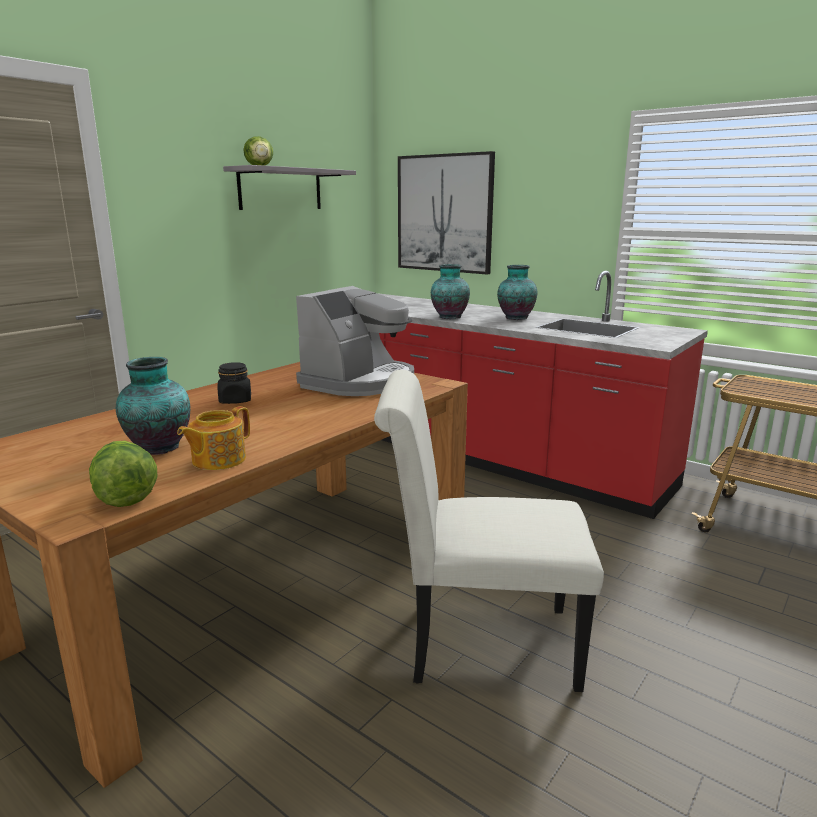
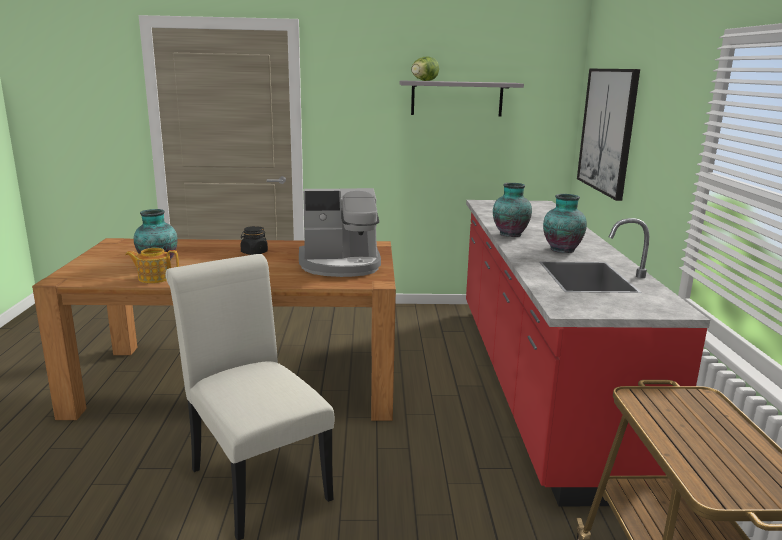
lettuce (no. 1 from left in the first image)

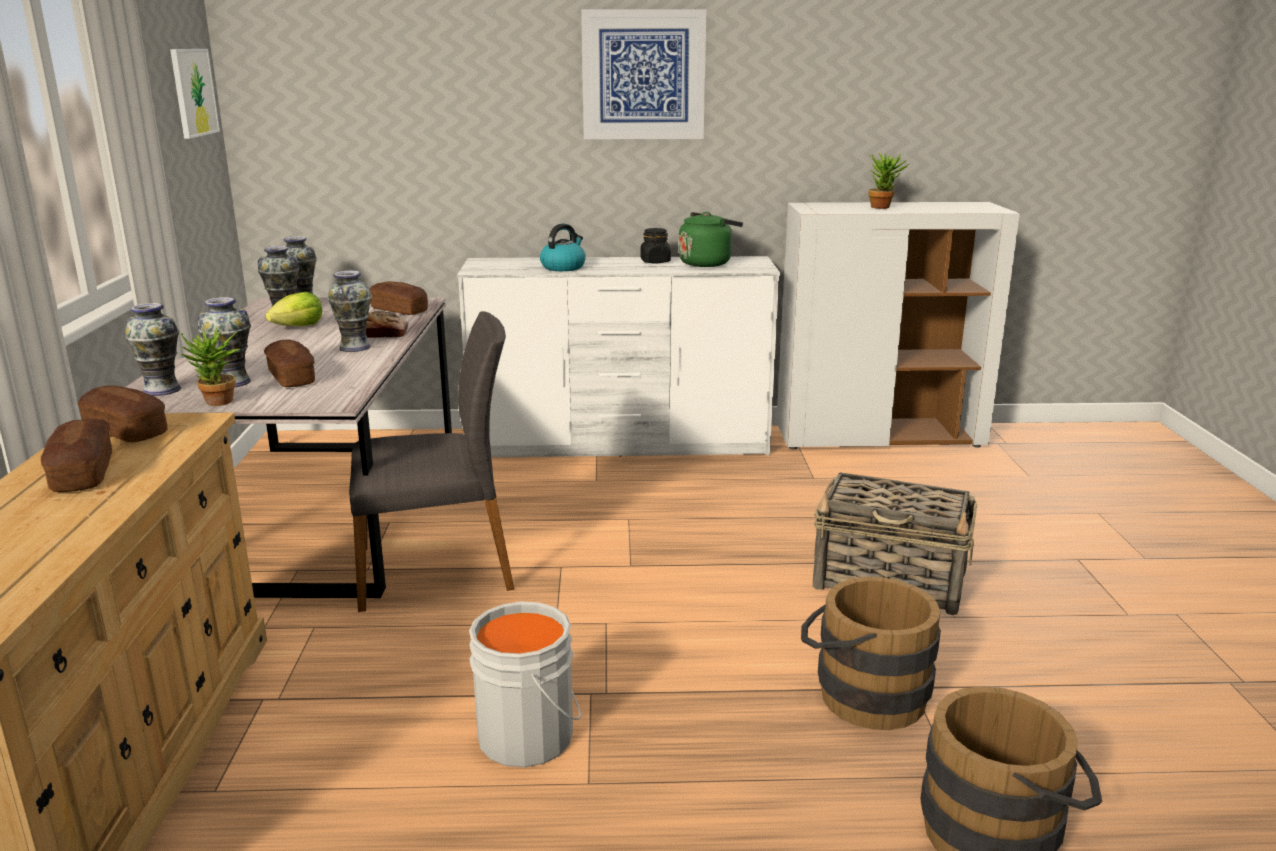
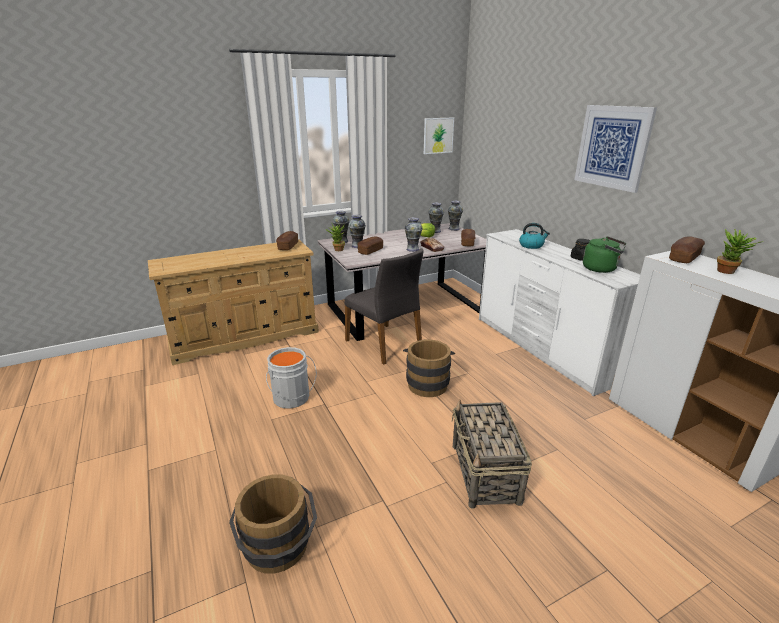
bread (no. 5 from left)
brown bucket (no. 2 from left)

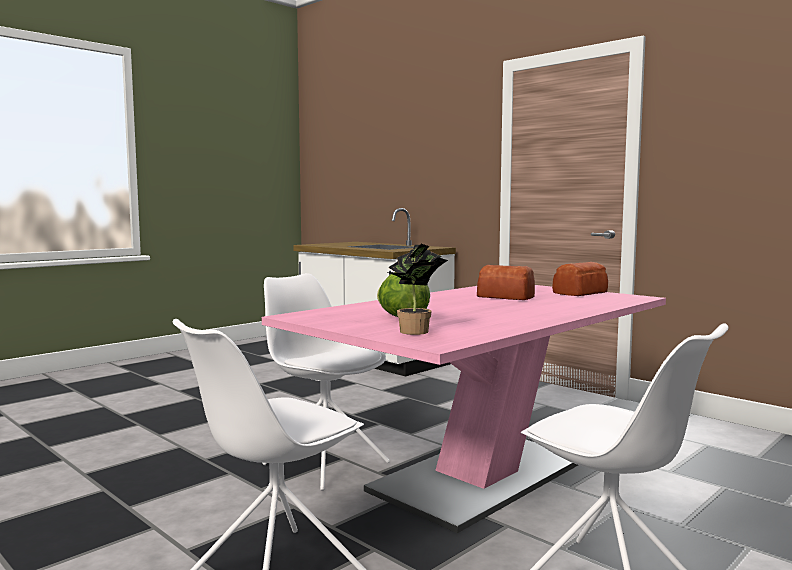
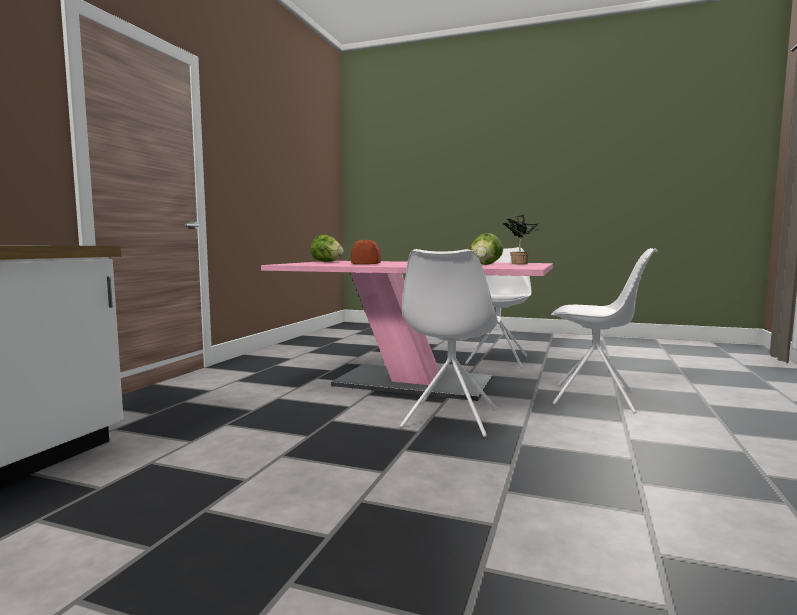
lettuce (no. 1 from left)

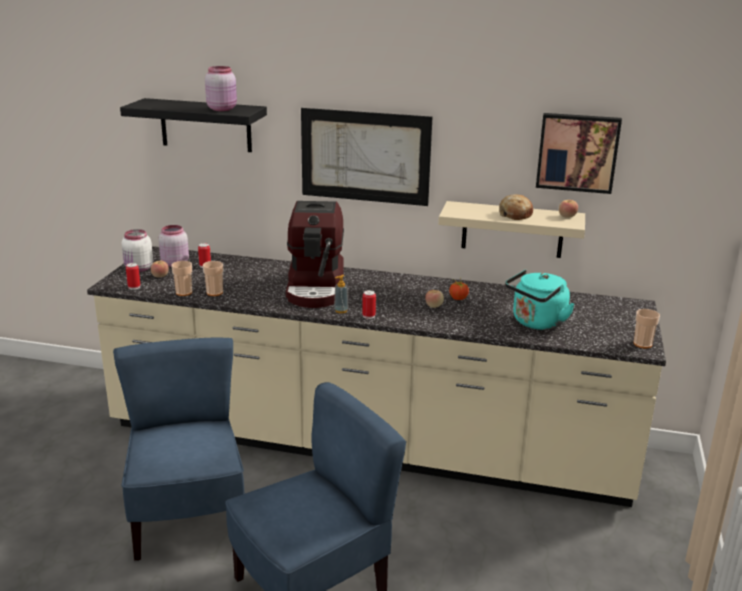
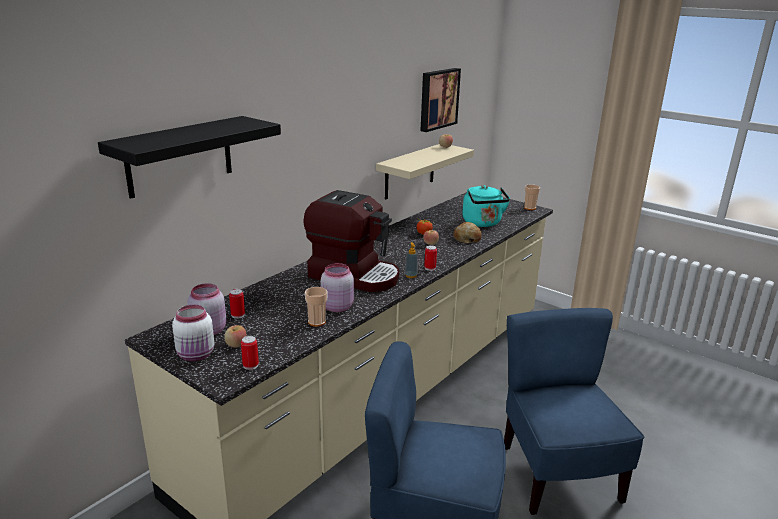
cup (no. 1 from left in the first image)
picture (no. 1 from left in the first image)
pink jar (no. 2 from left)
bread

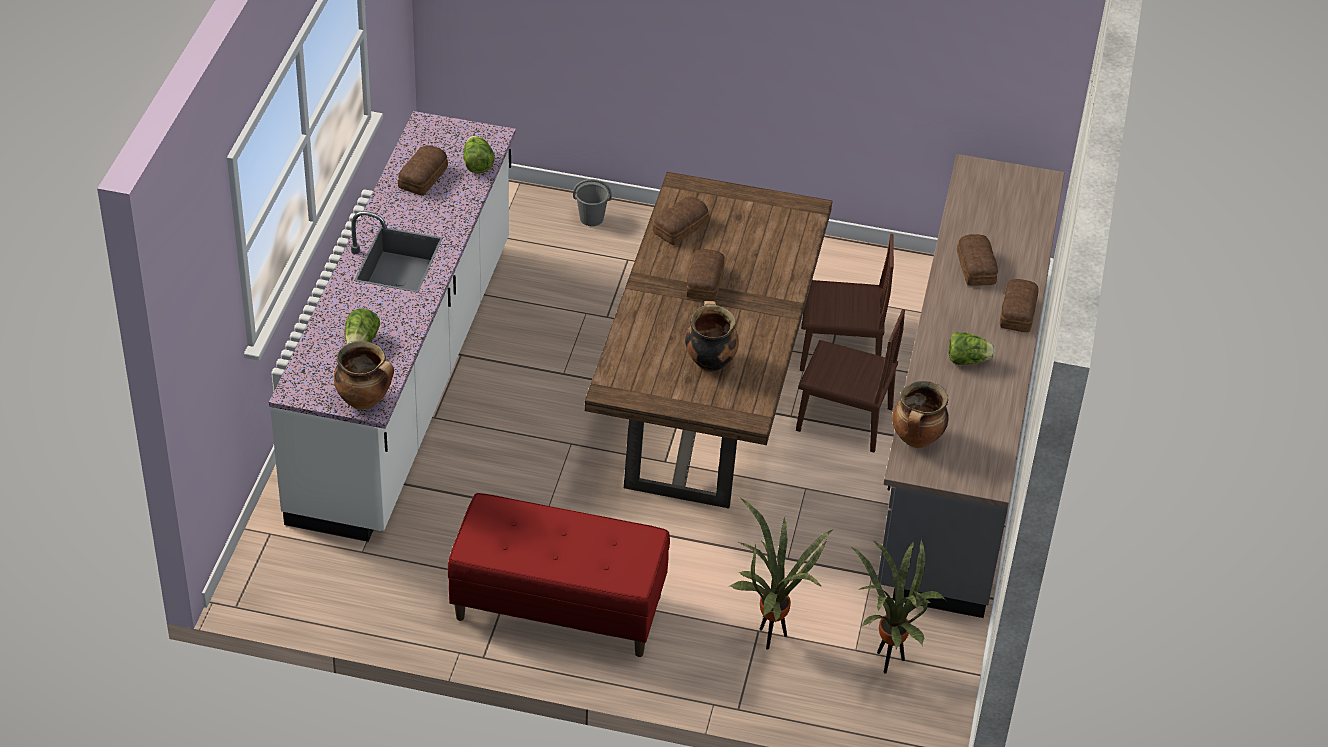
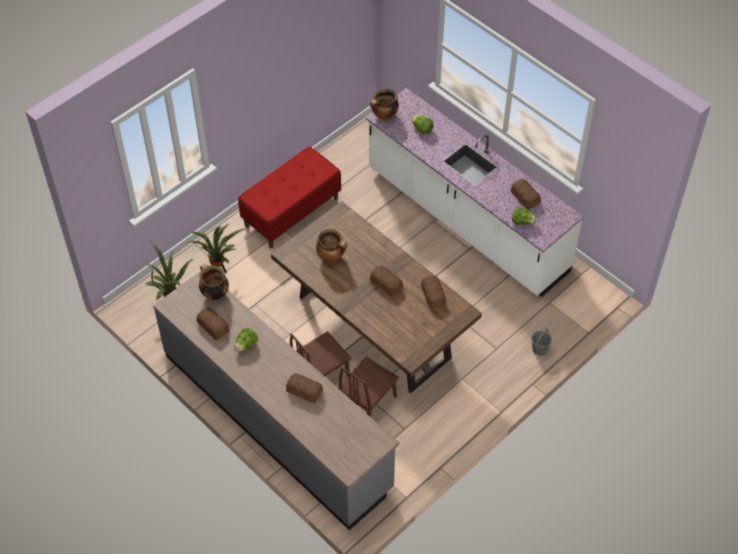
bread (no. 1 from left)

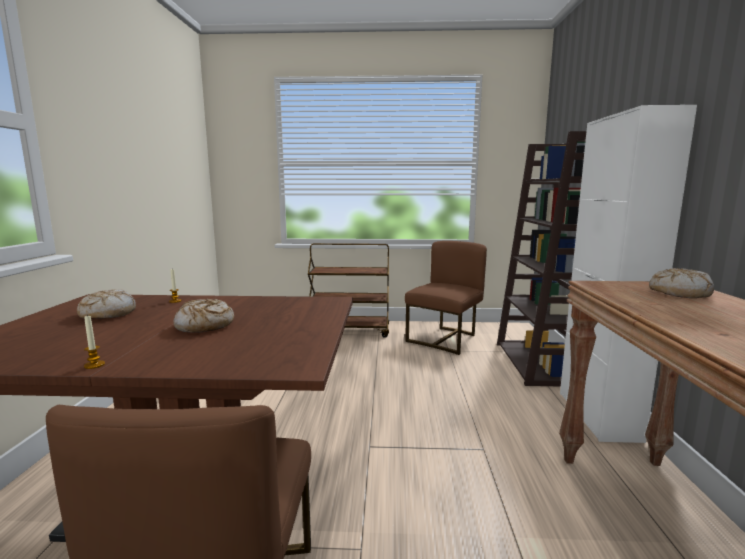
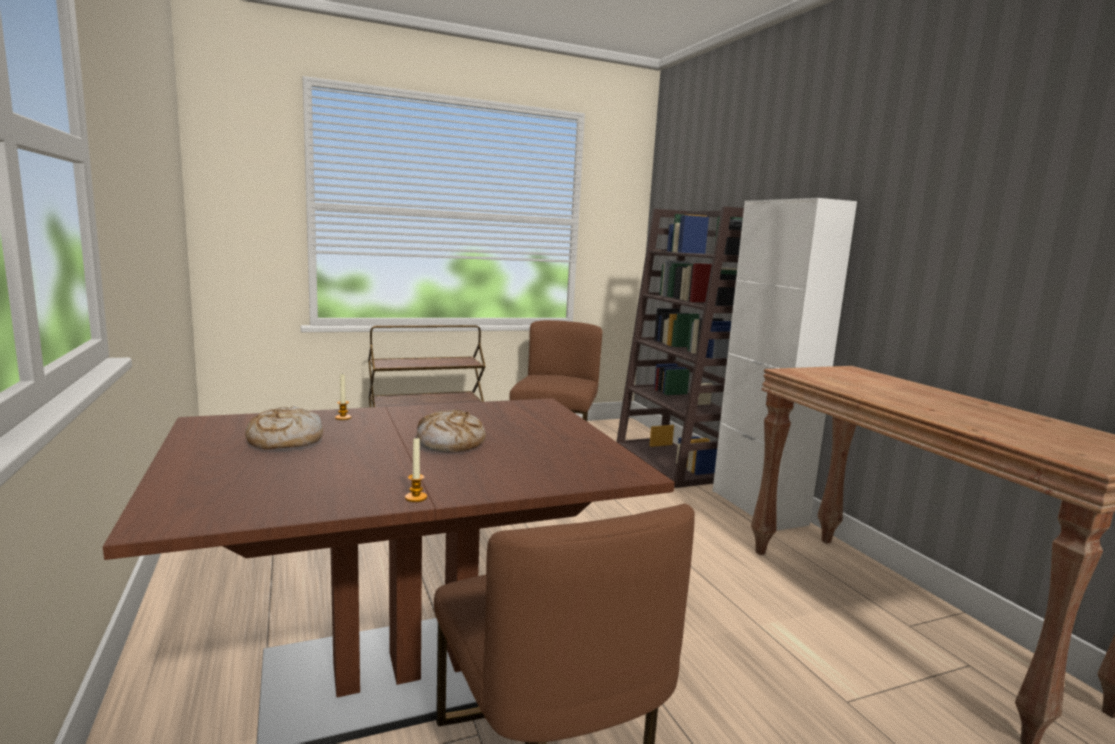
bread (no. 3 from left in the first image)

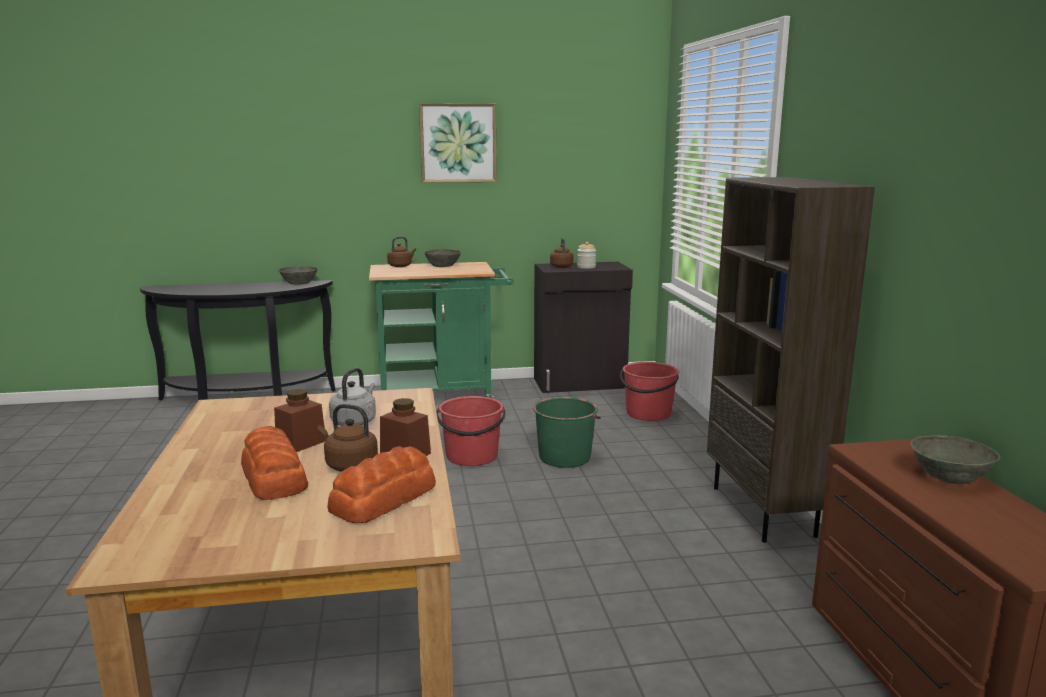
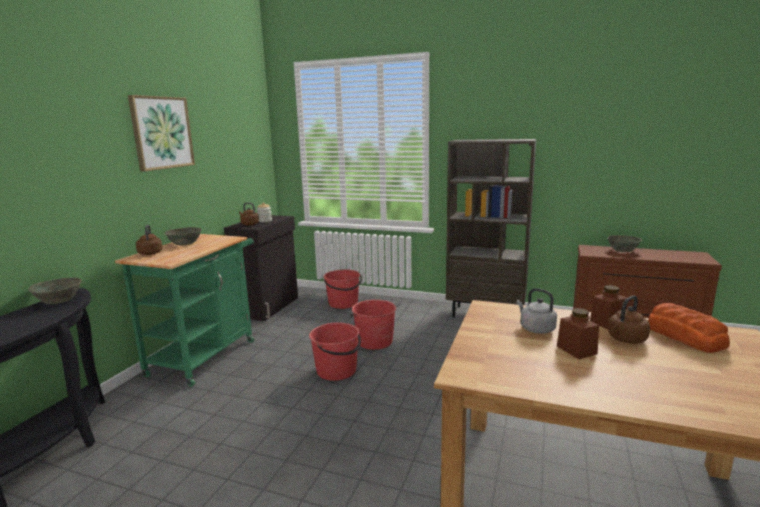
bread (no. 1 from left in the first image)
red bucket (no. 3 from left)

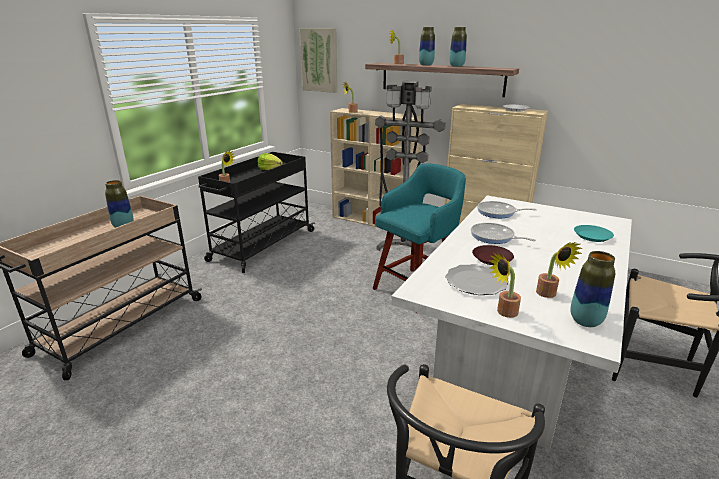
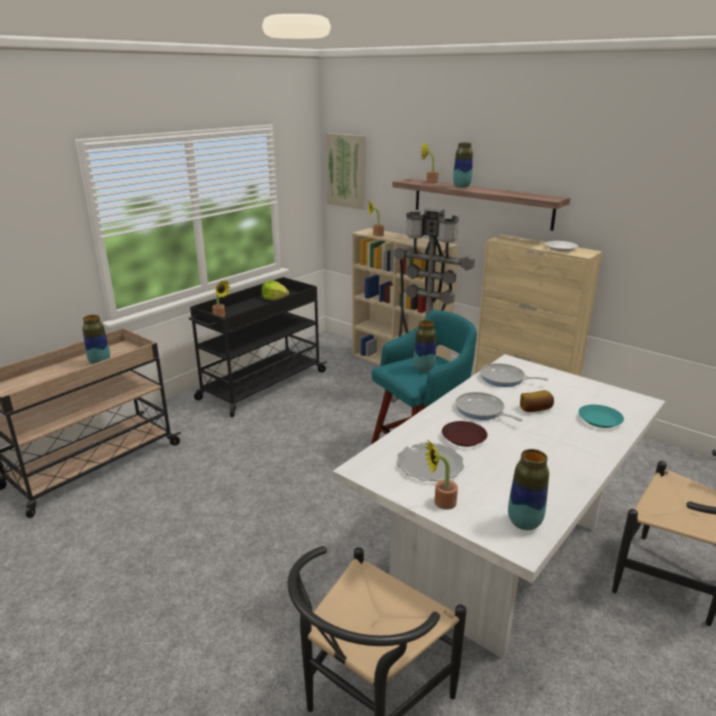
potted plant (no. 5 from left in the first image)
bread
vase (no. 2 from left)

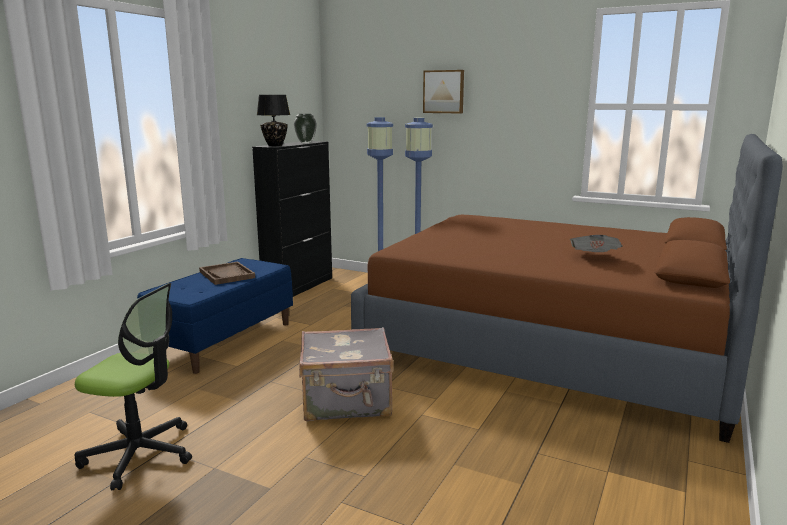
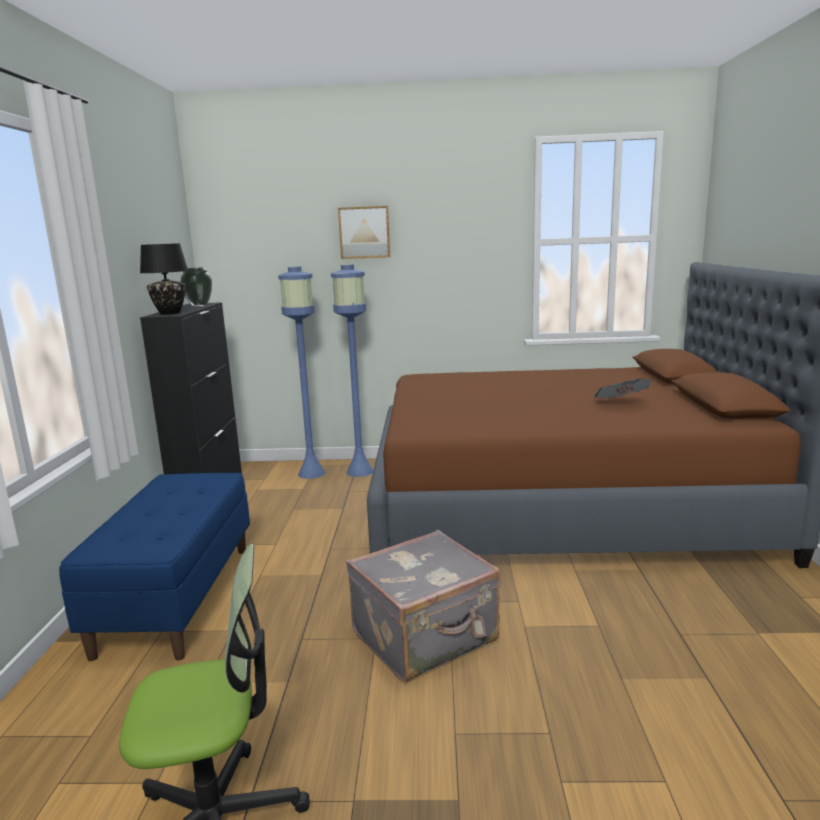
brown tray

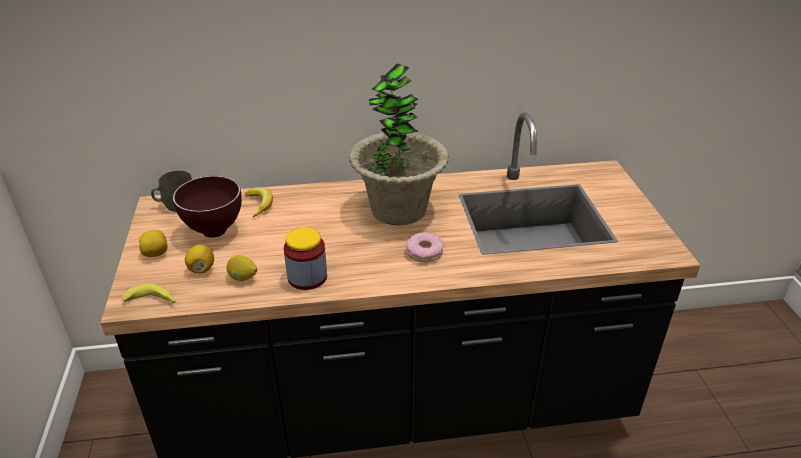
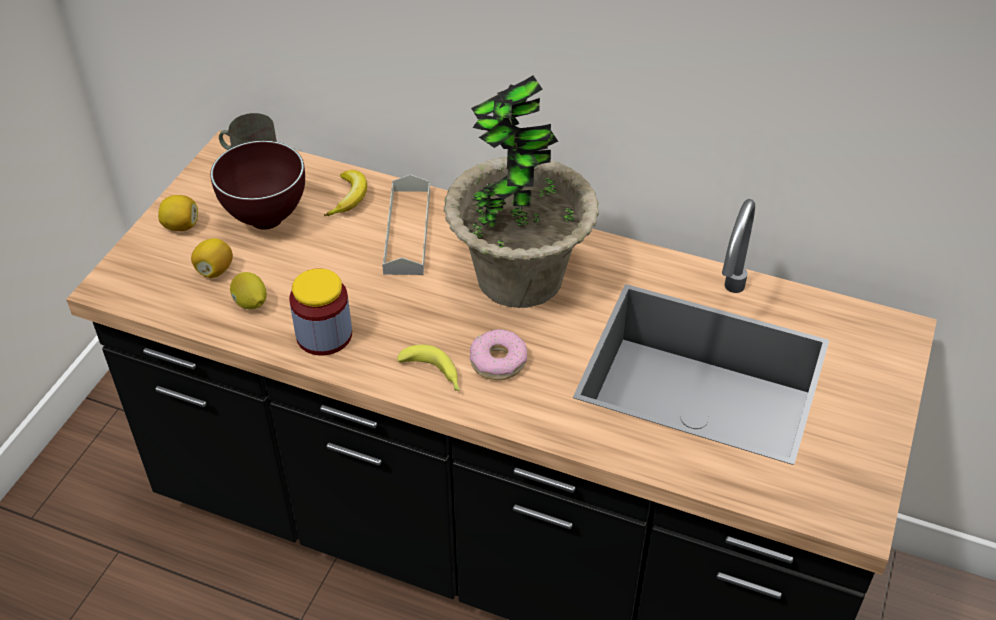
grey tray
banana (no. 2 from left)

